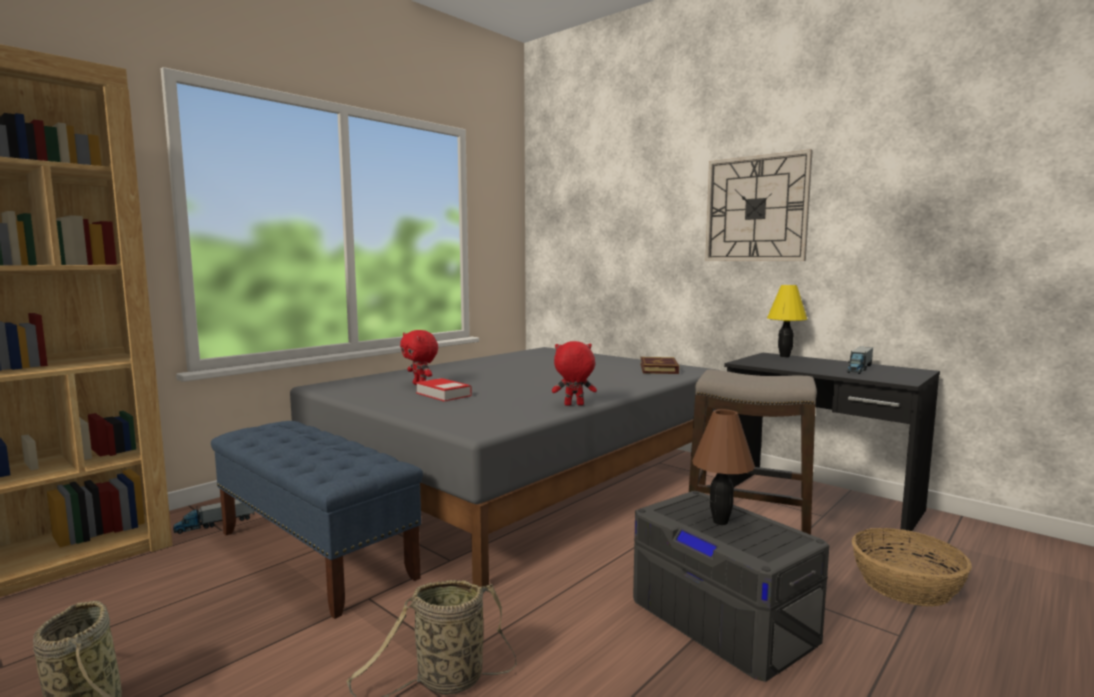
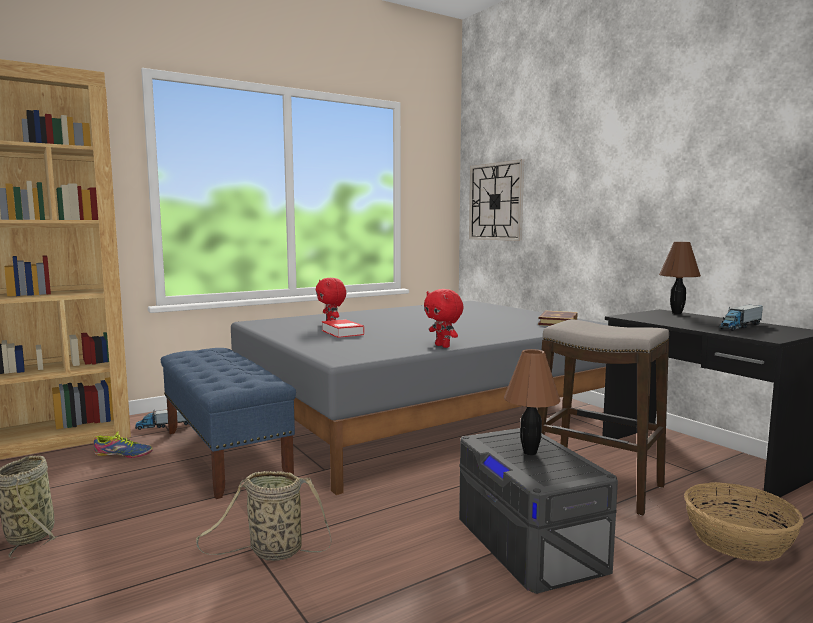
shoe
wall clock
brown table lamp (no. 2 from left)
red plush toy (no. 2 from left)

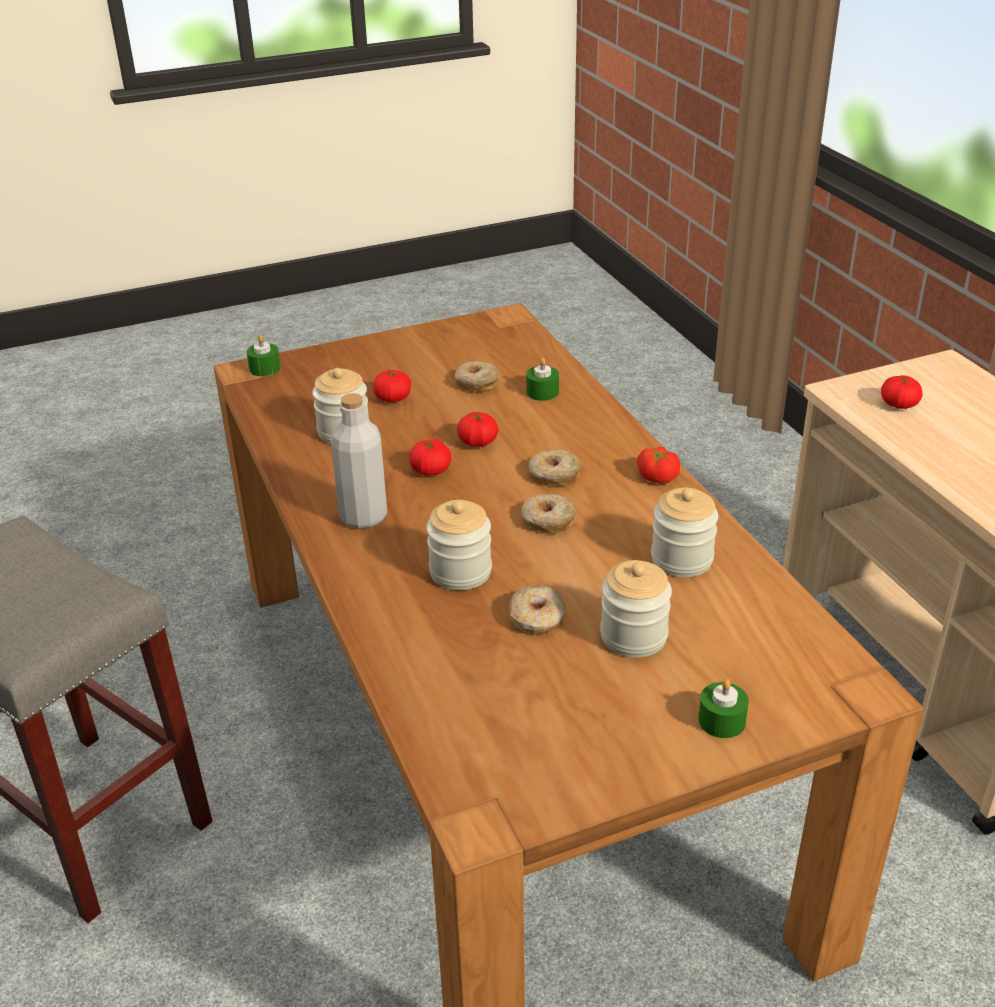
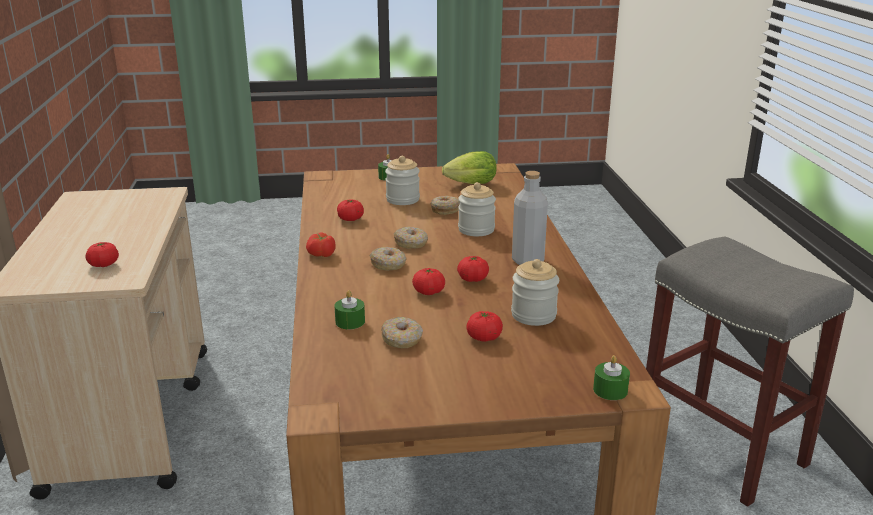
lettuce
tomato (no. 3 from left)

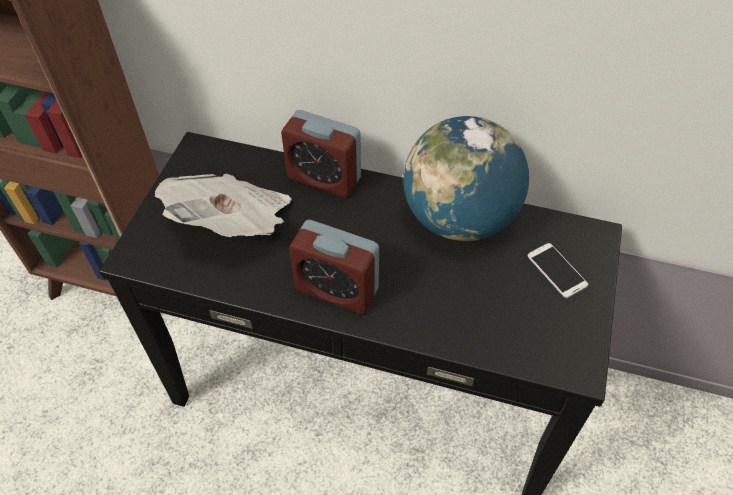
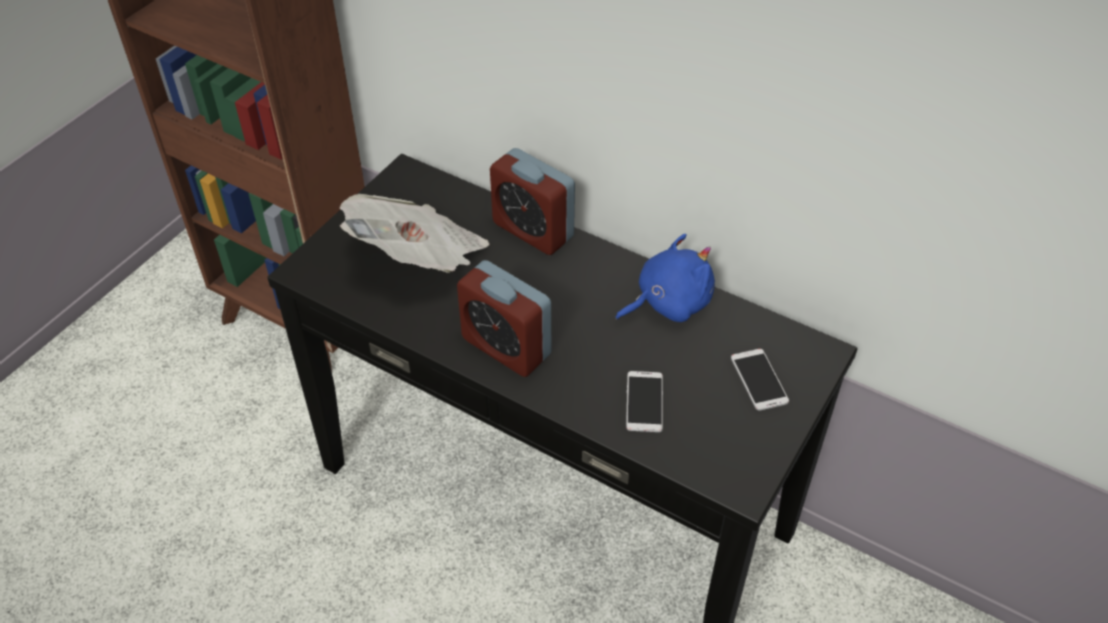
phone (no. 1 from left)
blue plush toy

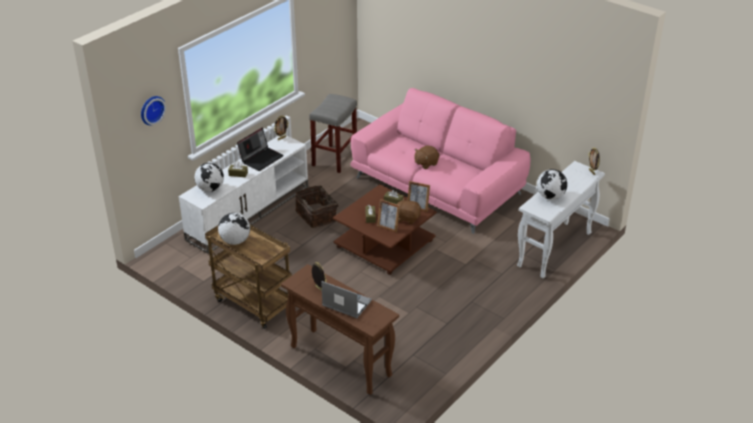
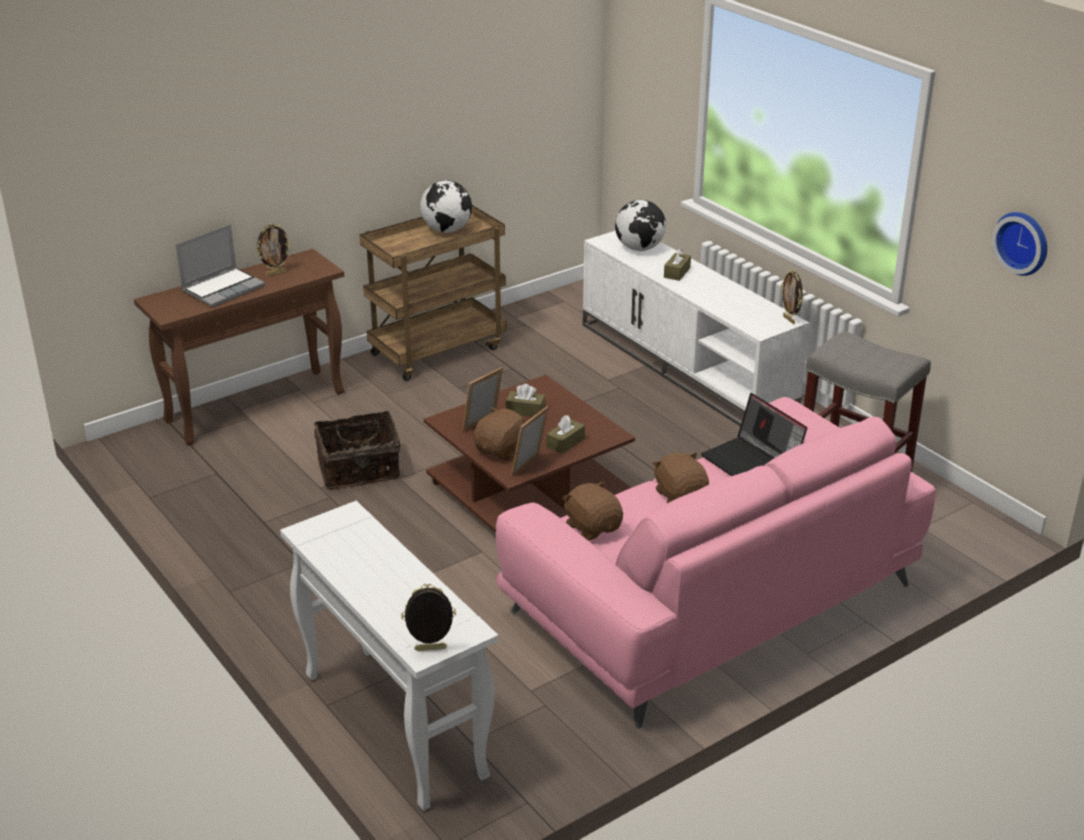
globe (no. 3 from left in the first image)
brown plush toy (no. 2 from left)
wall clock
laptop (no. 2 from left)
basket

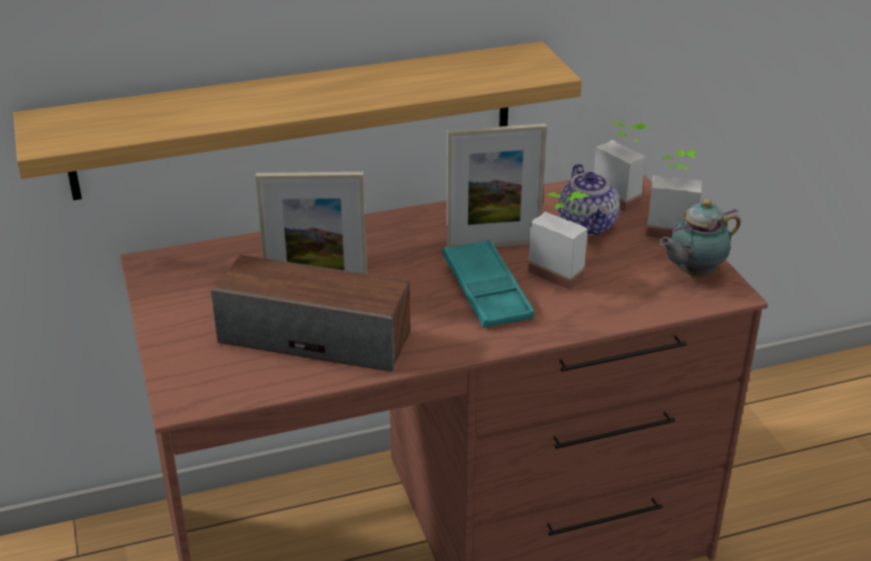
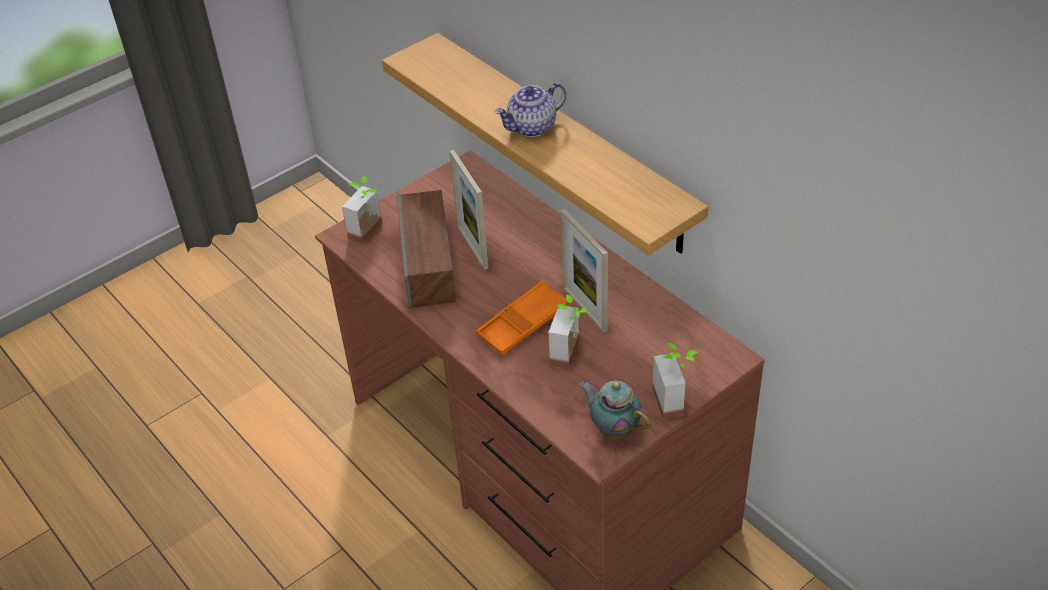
teapot (no. 1 from left)
potted plant (no. 1 from left)
orange tray

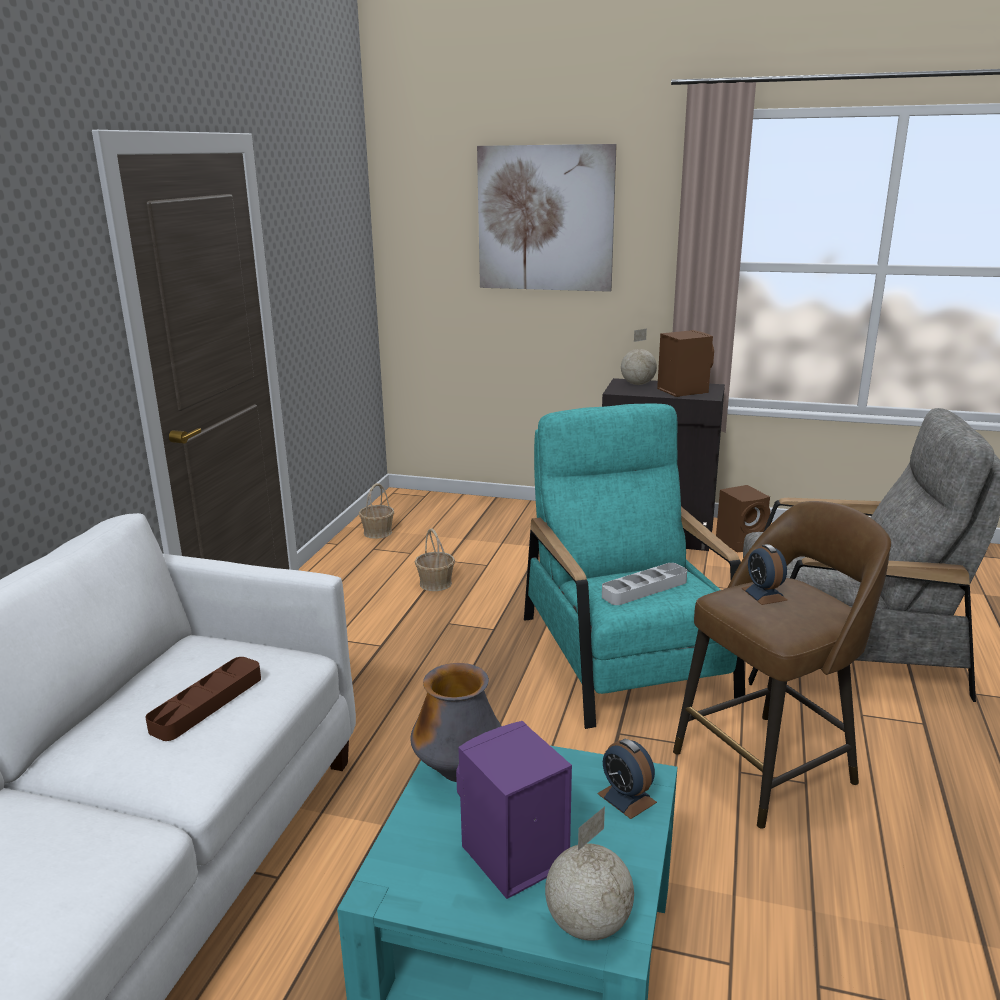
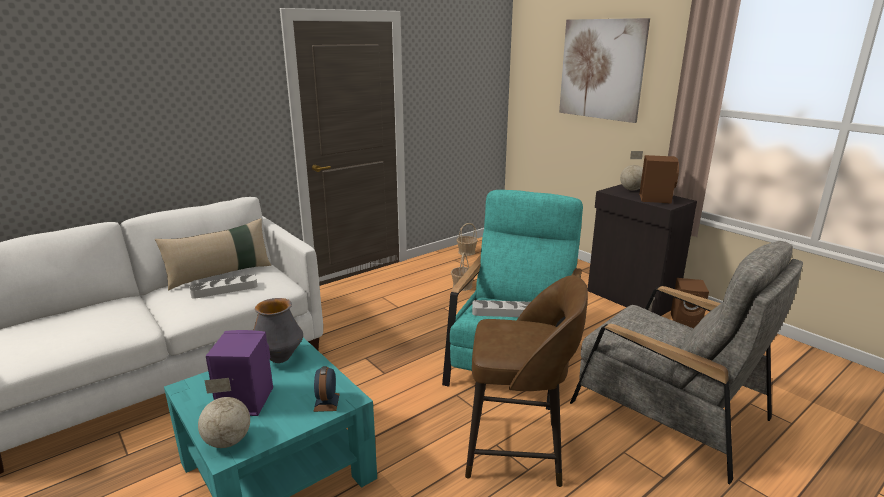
alarm clock (no. 2 from left in the first image)
beige pillow
grey tray (no. 1 from left)

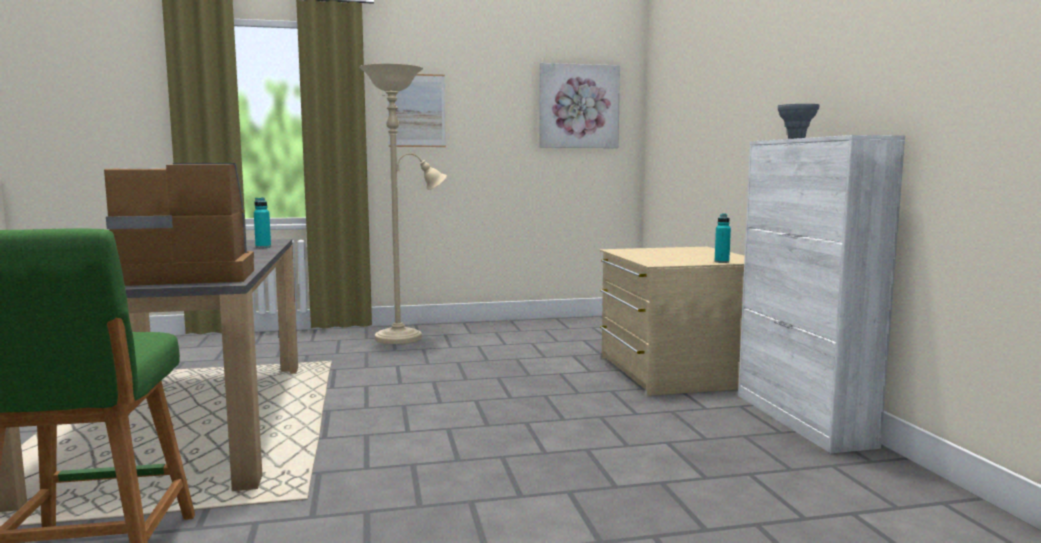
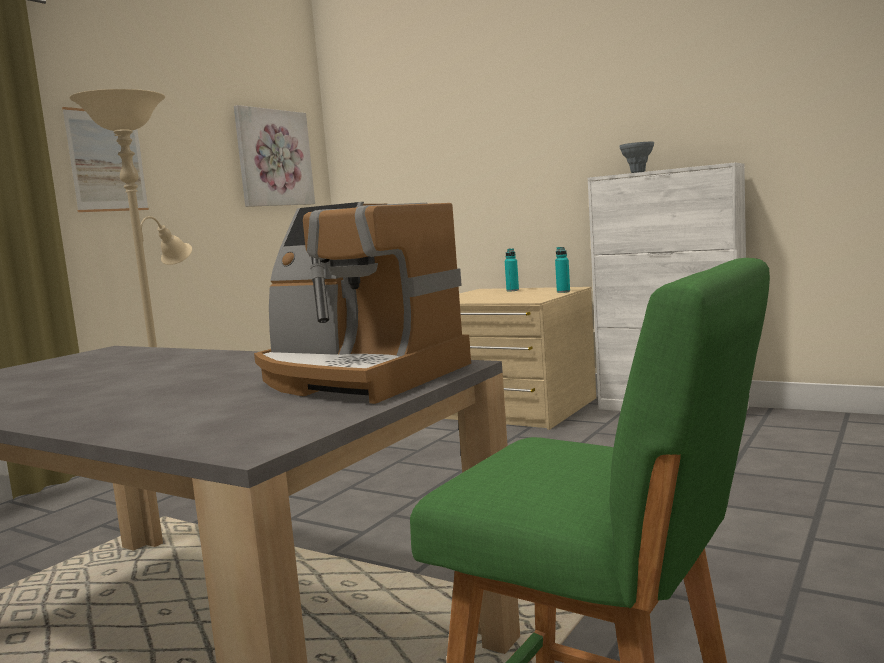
turquoise bottle (no. 1 from left)
coffee machine

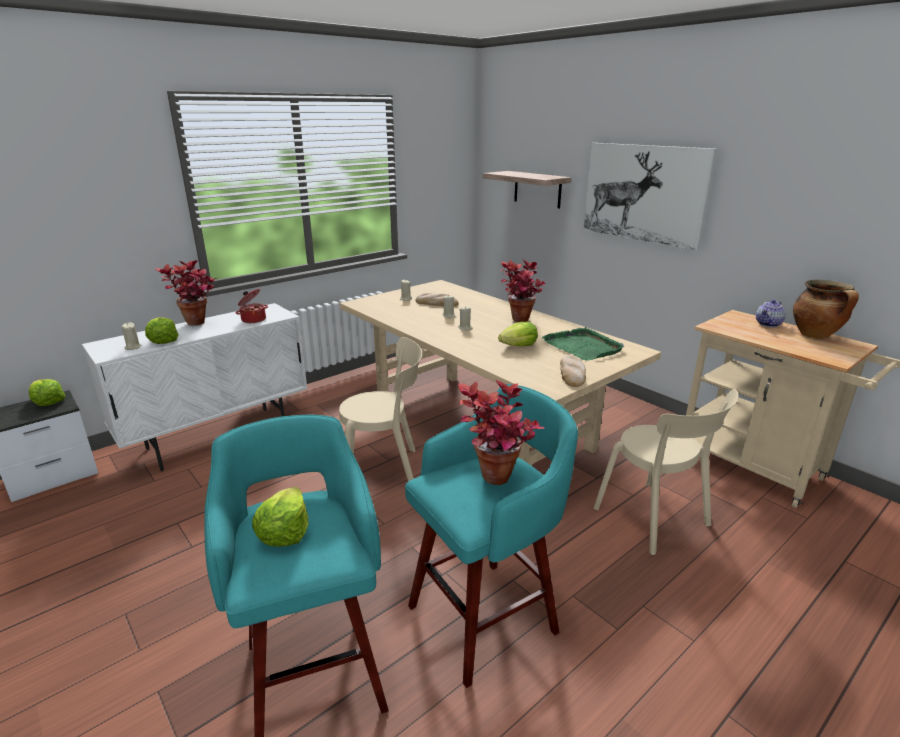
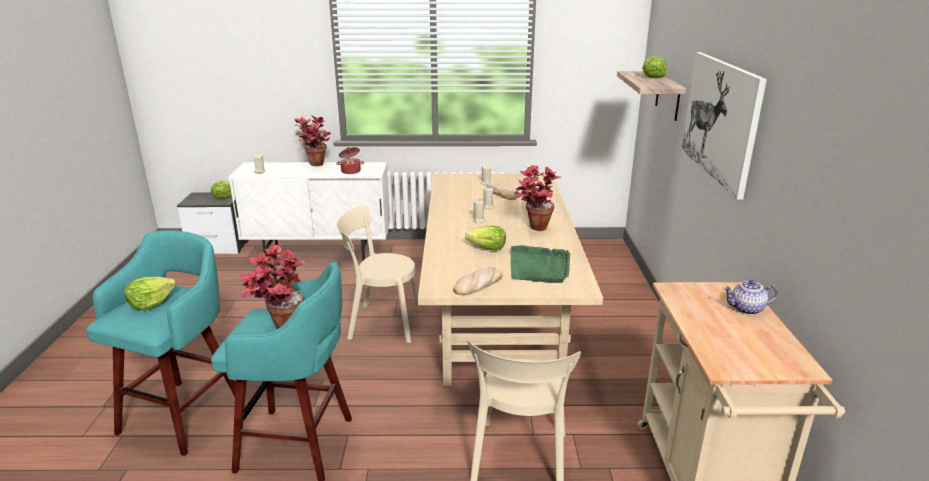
cooking pot (no. 2 from left in the first image)
lettuce (no. 4 from left)
beige chair (no. 1 from left)

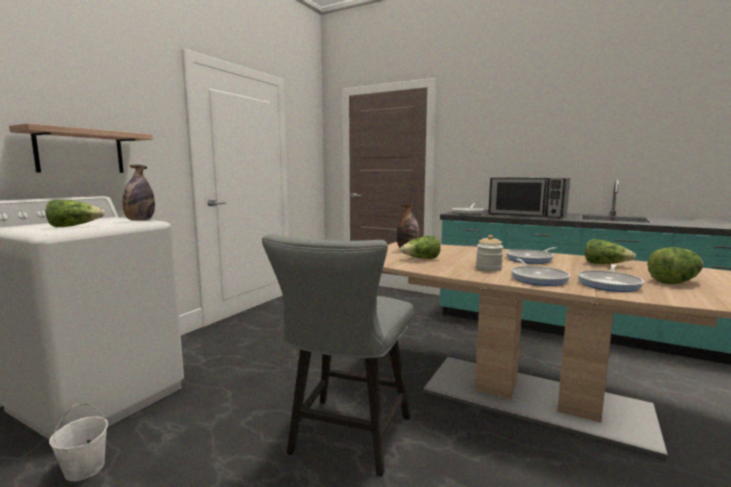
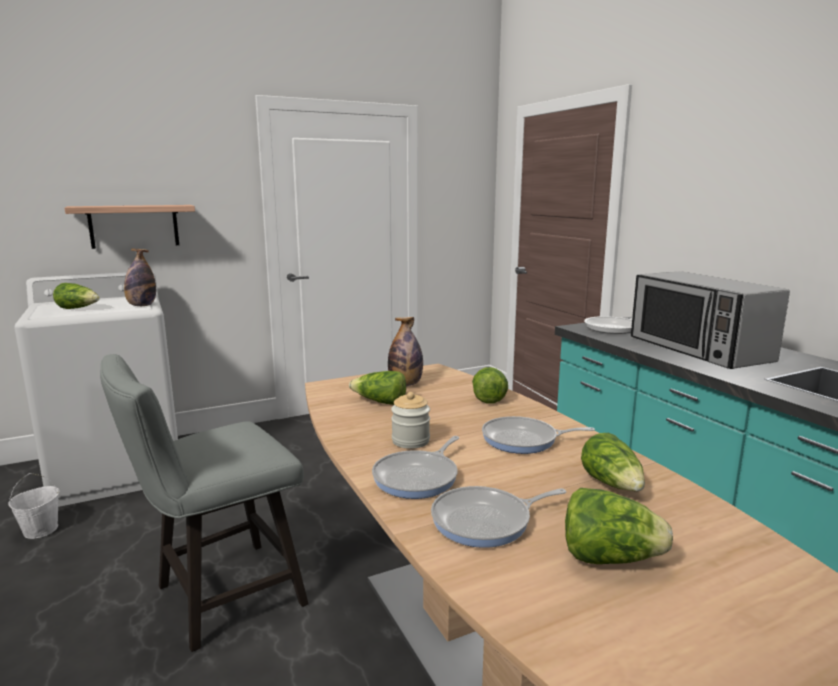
lettuce (no. 3 from left)

